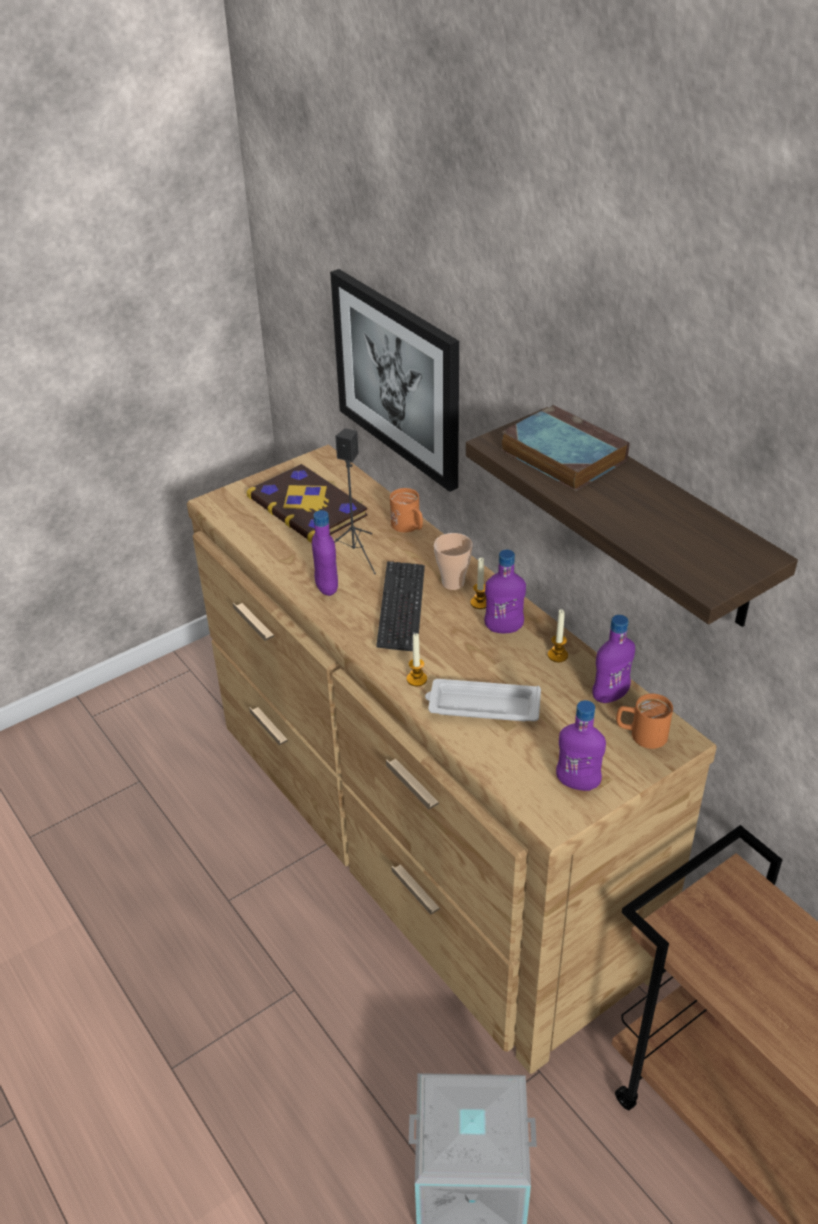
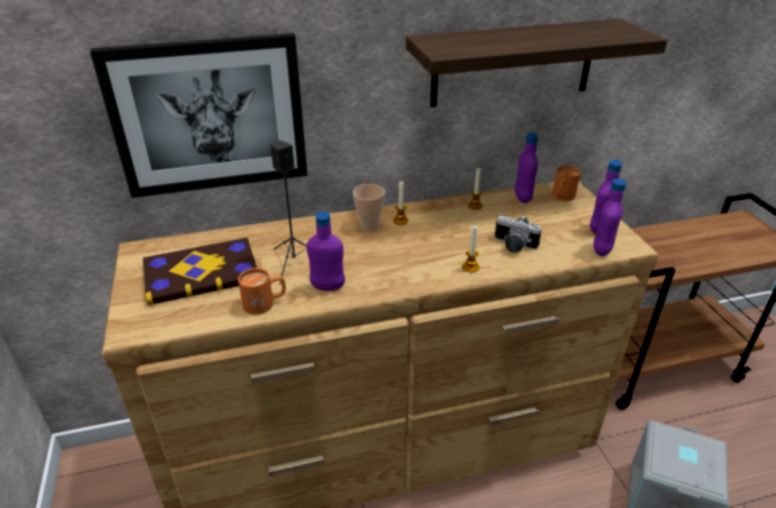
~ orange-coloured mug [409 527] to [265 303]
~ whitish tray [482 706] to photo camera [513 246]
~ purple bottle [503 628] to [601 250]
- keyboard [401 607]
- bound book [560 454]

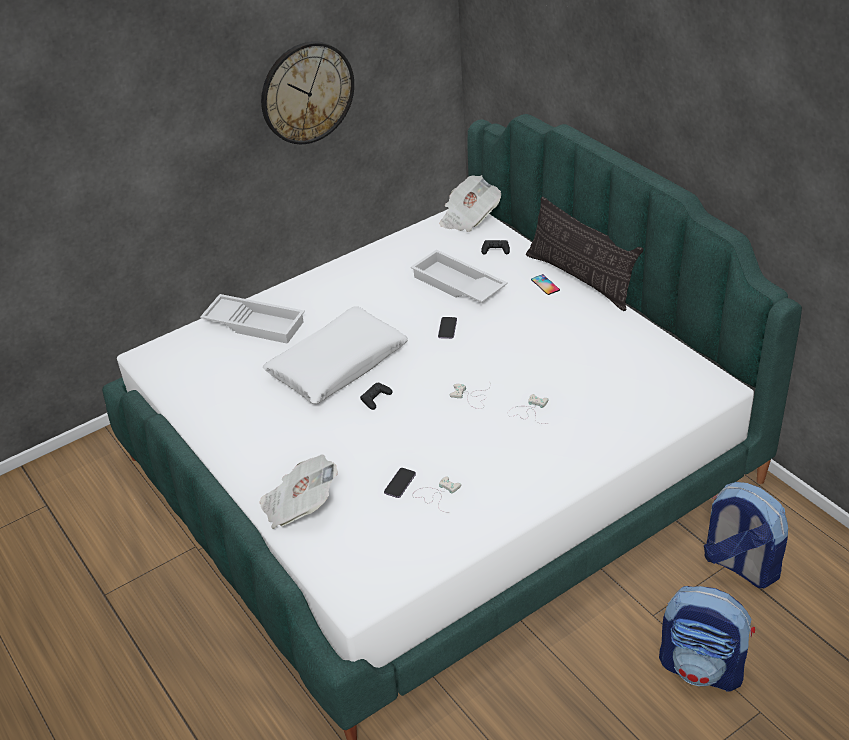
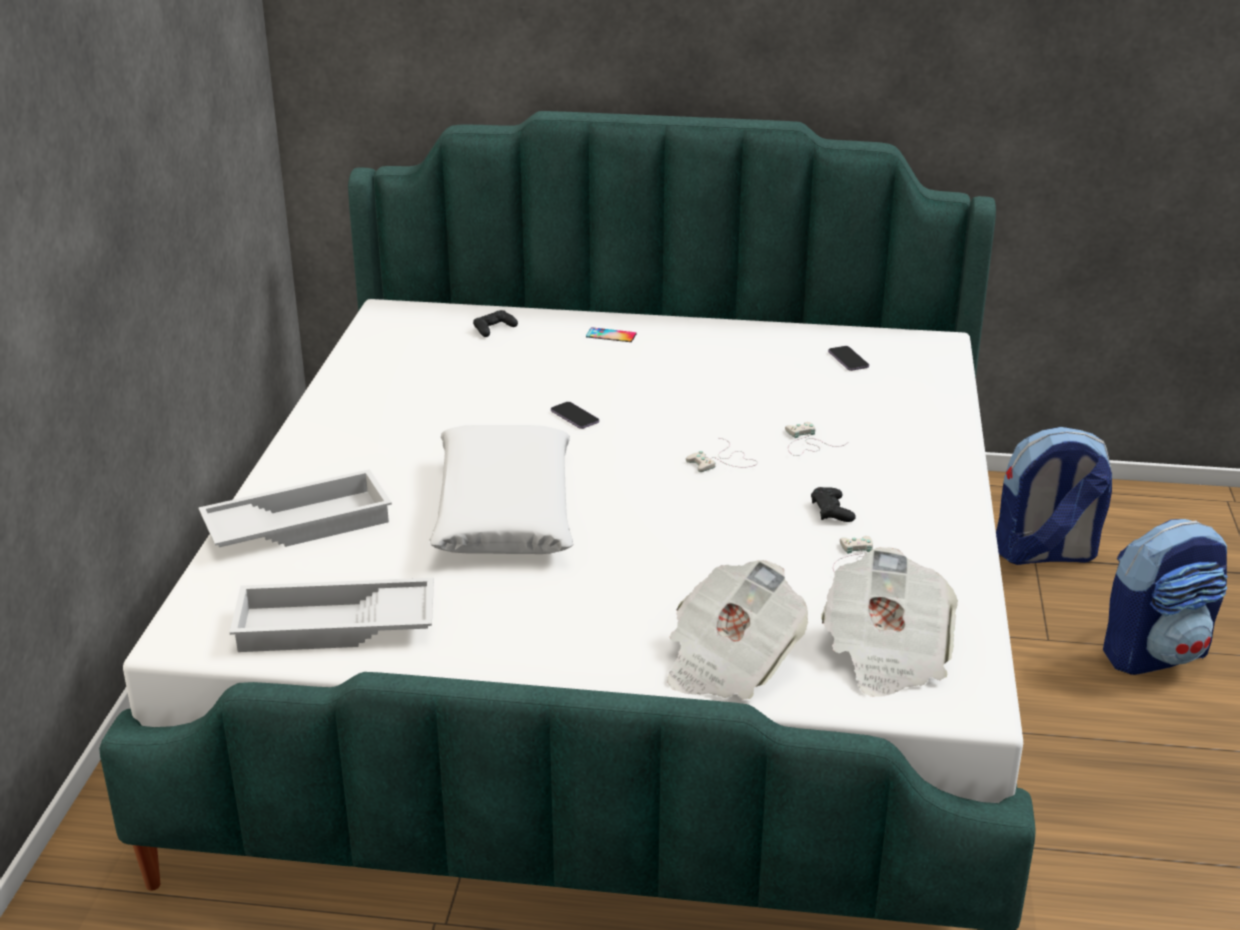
~ whitish tray [457 285] to [334 628]
~ black-coloured game controller [375 399] to [831 511]
~ newspaper [469 218] to [886 654]
~ handset [400 484] to [848 360]
- clock on the wall [307 92]
- cushion [580 278]

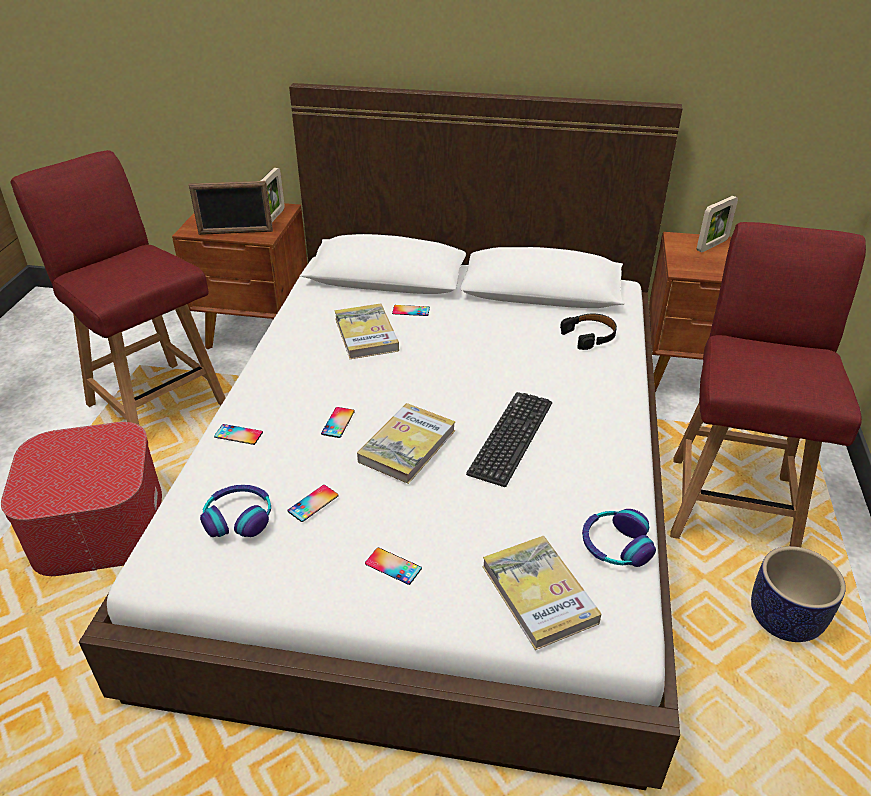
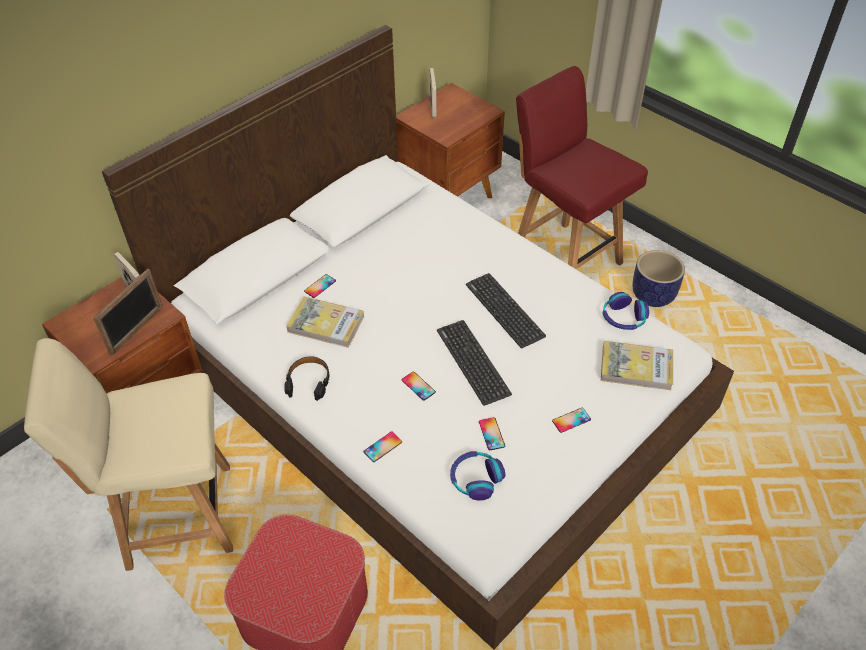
~ red plain chair [155 402] to beige plain chair [176 516]
~ black-coloured headset [590 336] to [309 381]
~ bound book [407 446] to keyboard [473 362]

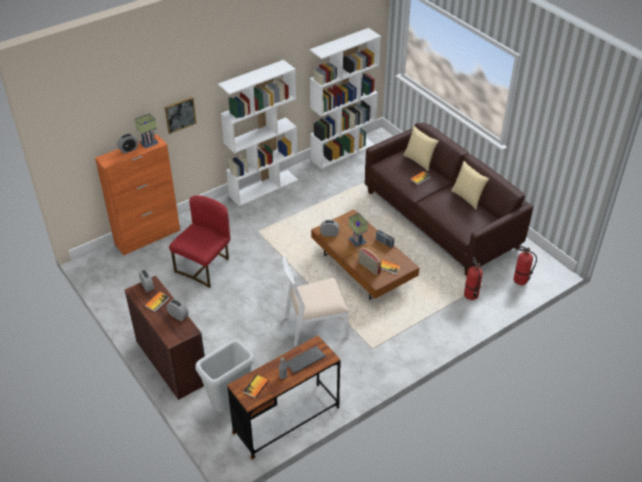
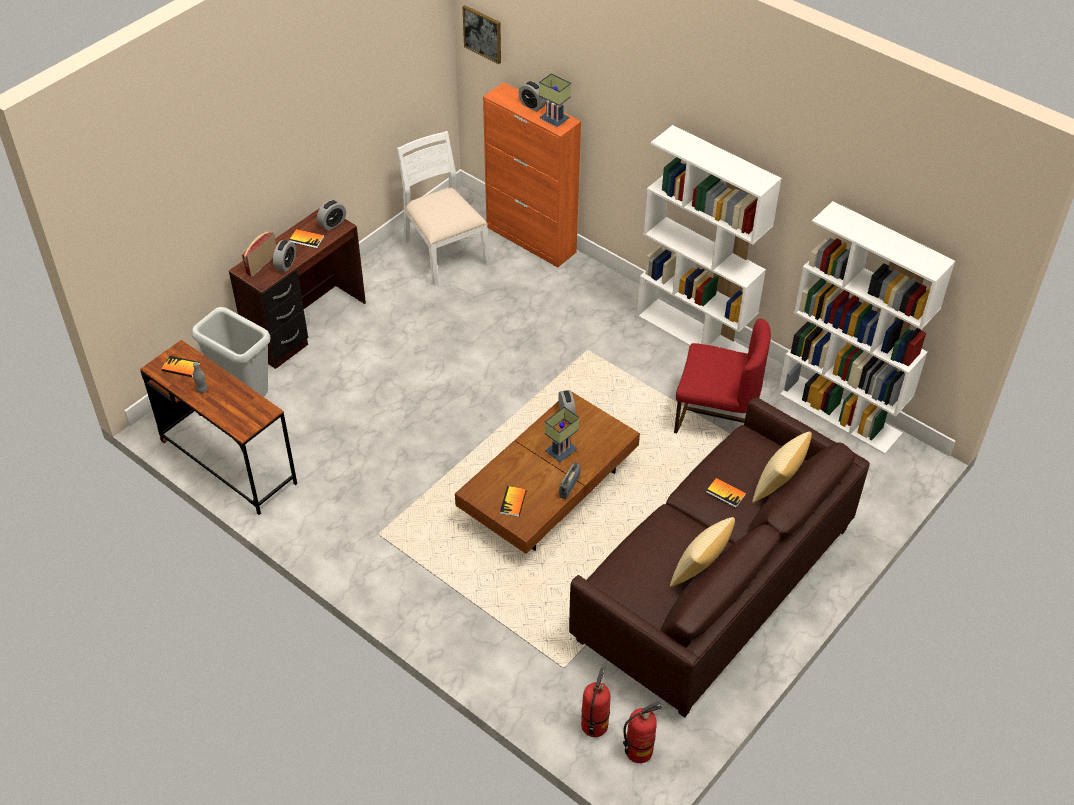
~ radio set [368 268] to [261 264]
~ whitish plain chair [315 325] to [444 252]
~ wall art [180 114] to [483 34]
~ fire-fighting cylinder [470 295] to [639 751]
~ red plain chair [205 266] to [715 416]
- keyboard [305 361]

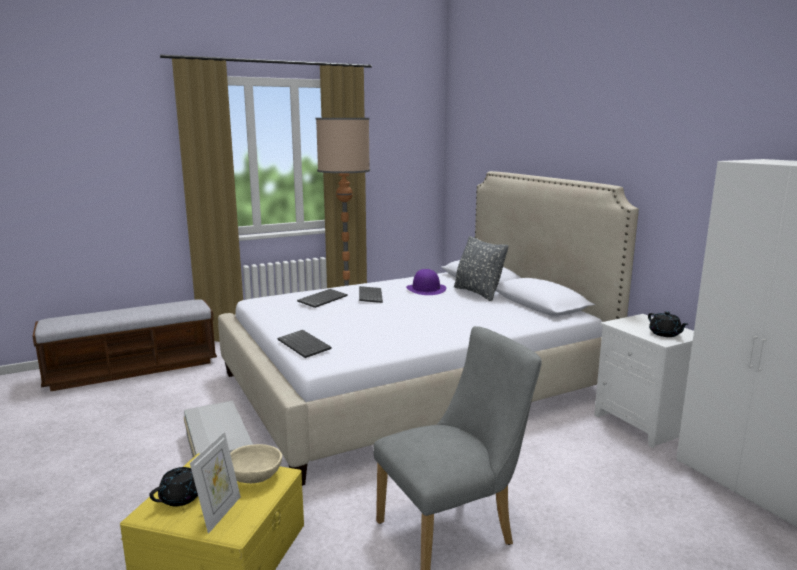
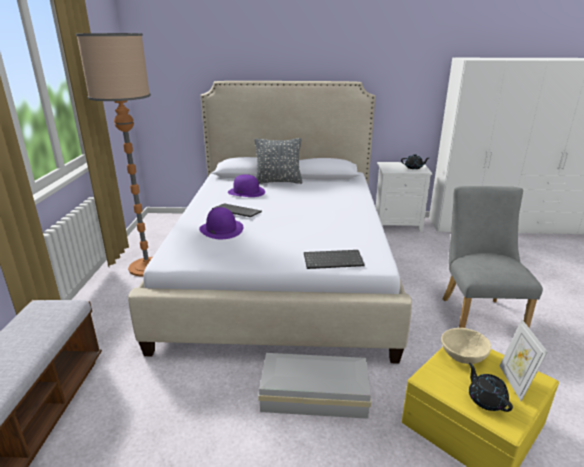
~ keyboard [322 299] to purple hat [221 229]
~ photo frame [219 513] = [514 382] 135 degrees counterclockwise

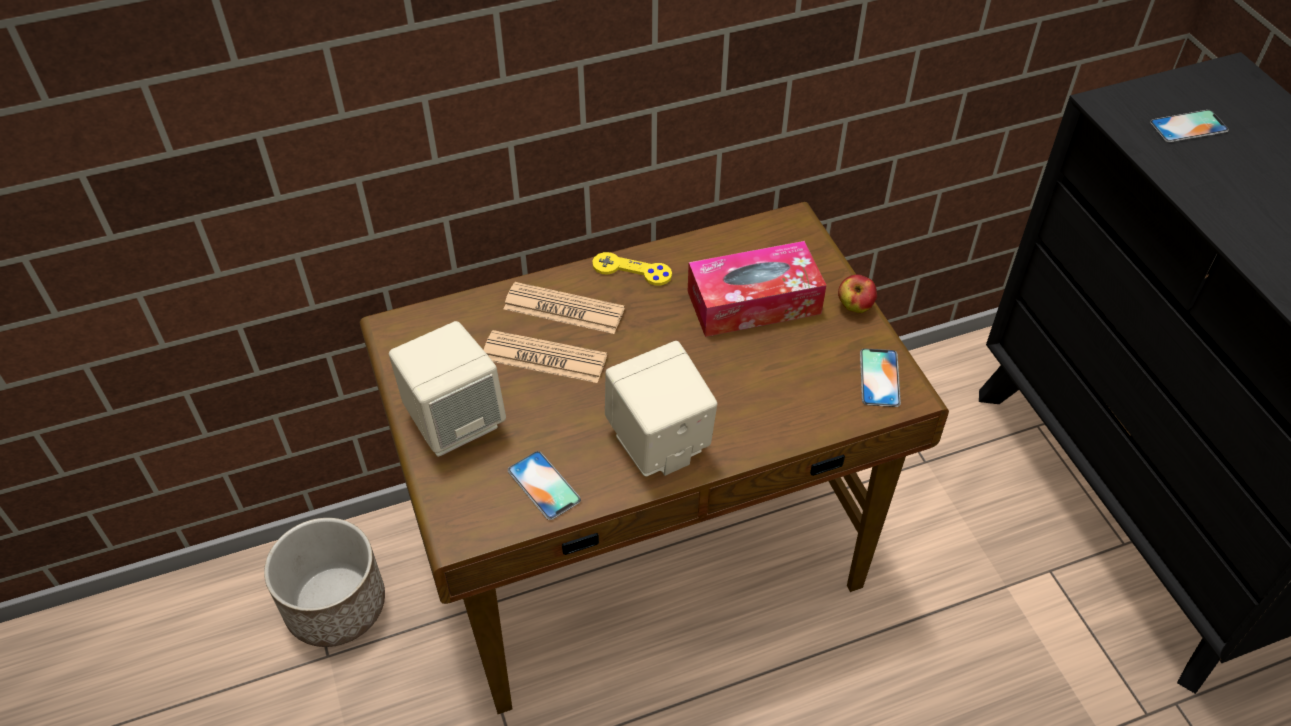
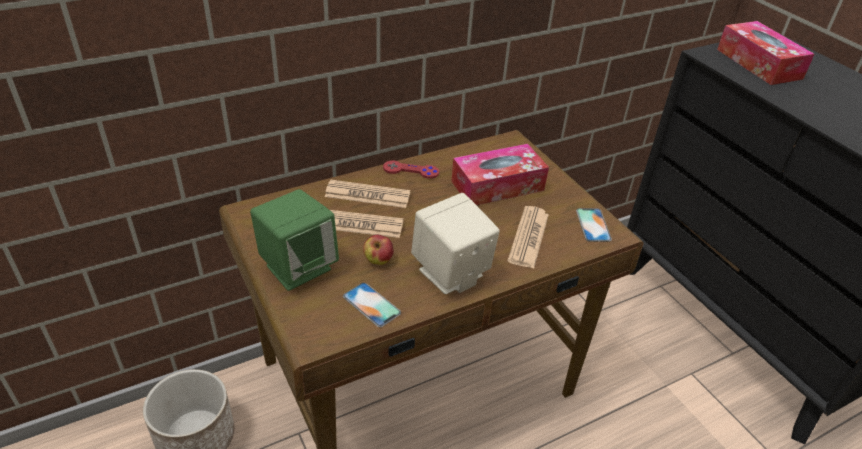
~ beige speaker [455 421] to green-coloured speaker [298 267]
~ apple [855 306] to [378 260]
~ yellow-coloured game controller [632 270] to red game controller [411 171]
+ newspaper [528 237]
~ handset [1188 126] to tissue box [758 64]

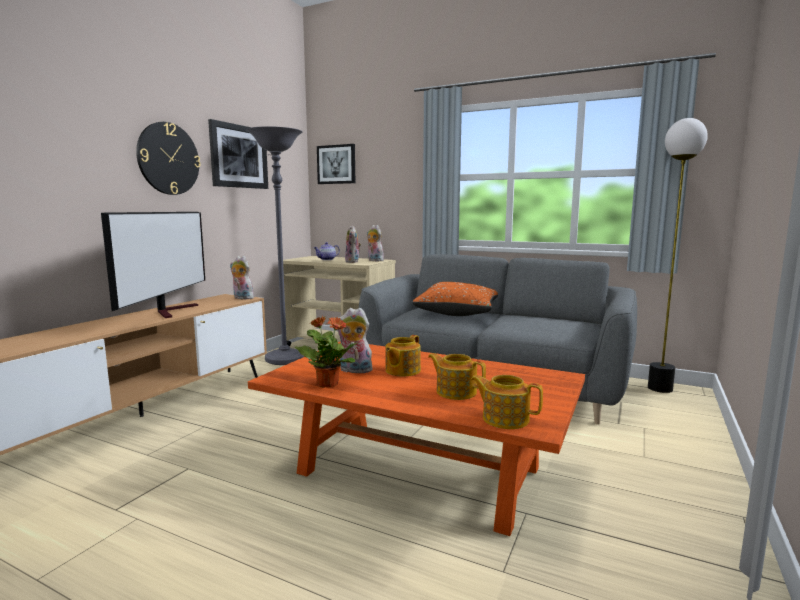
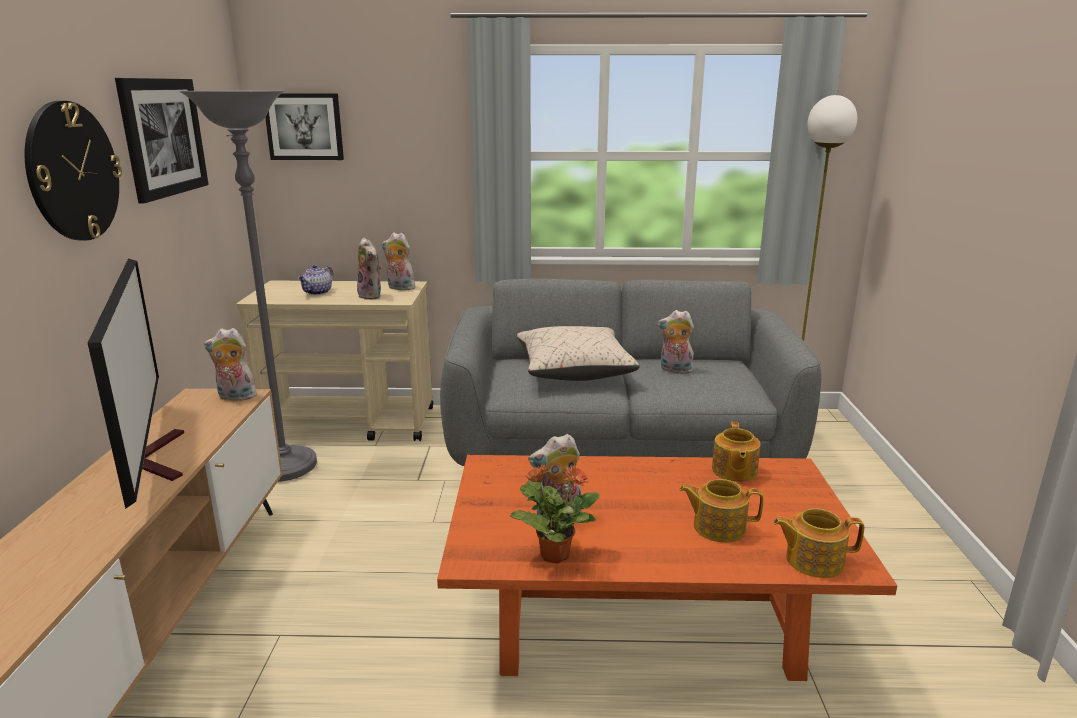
~ orange-coloured cushion [457 313] to beige cushion [574 370]
+ cuddly toy [674 370]
~ teapot [402 371] to [733 471]

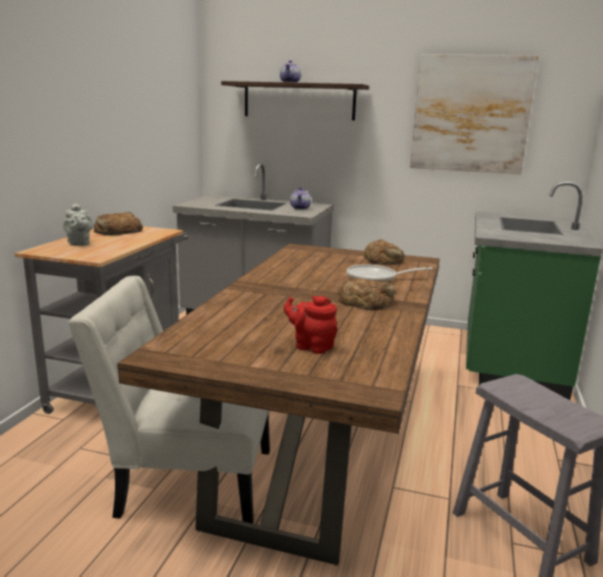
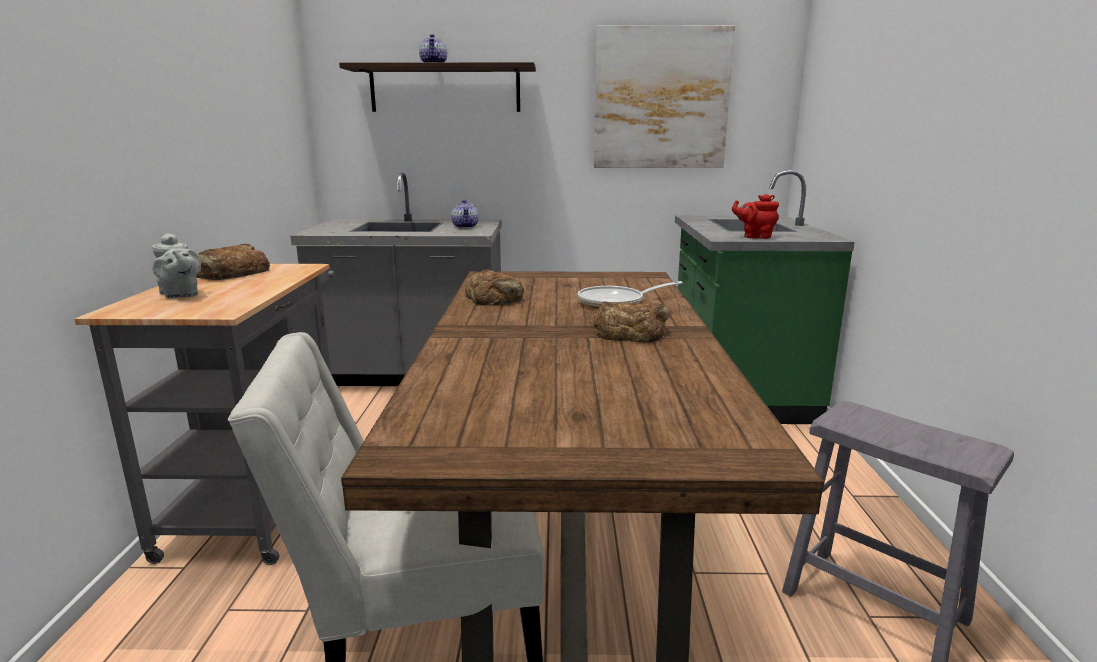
~ bread [384 259] to [495 297]
~ red teapot [311 346] to [755 236]

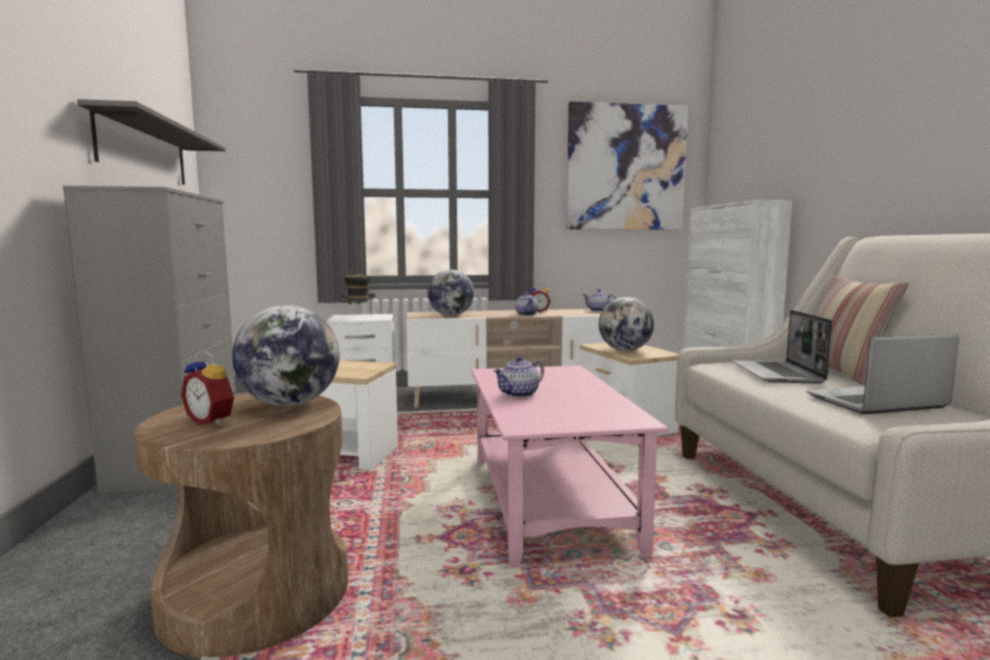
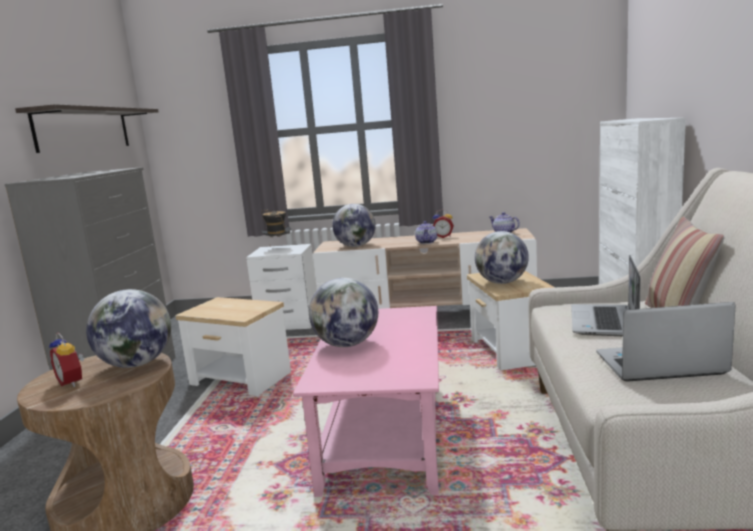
~ teapot [519 394] to desk globe [347 344]
- wall art [626 168]

